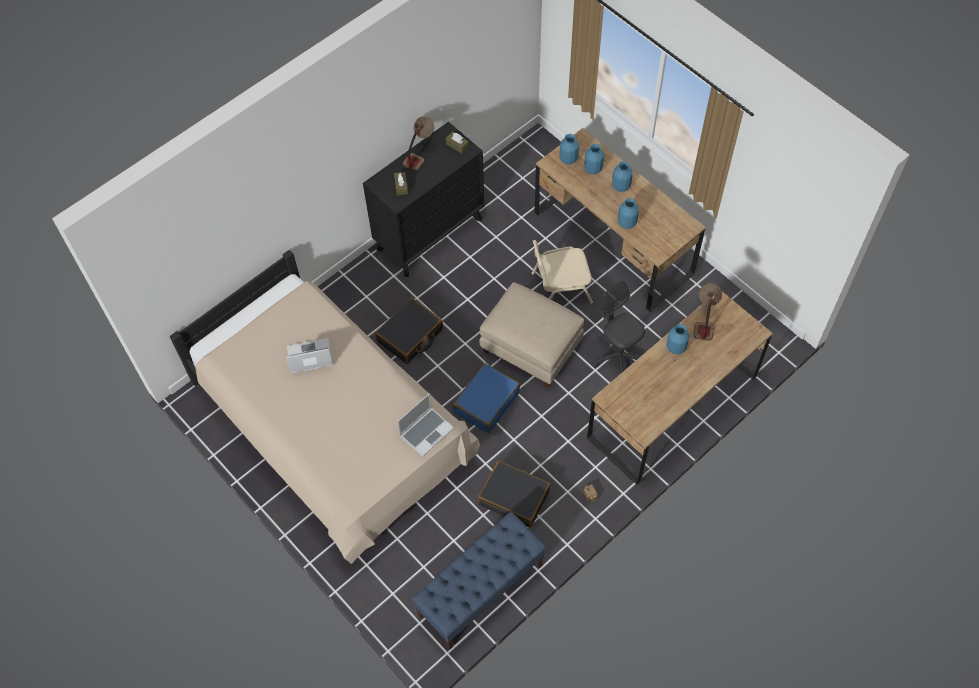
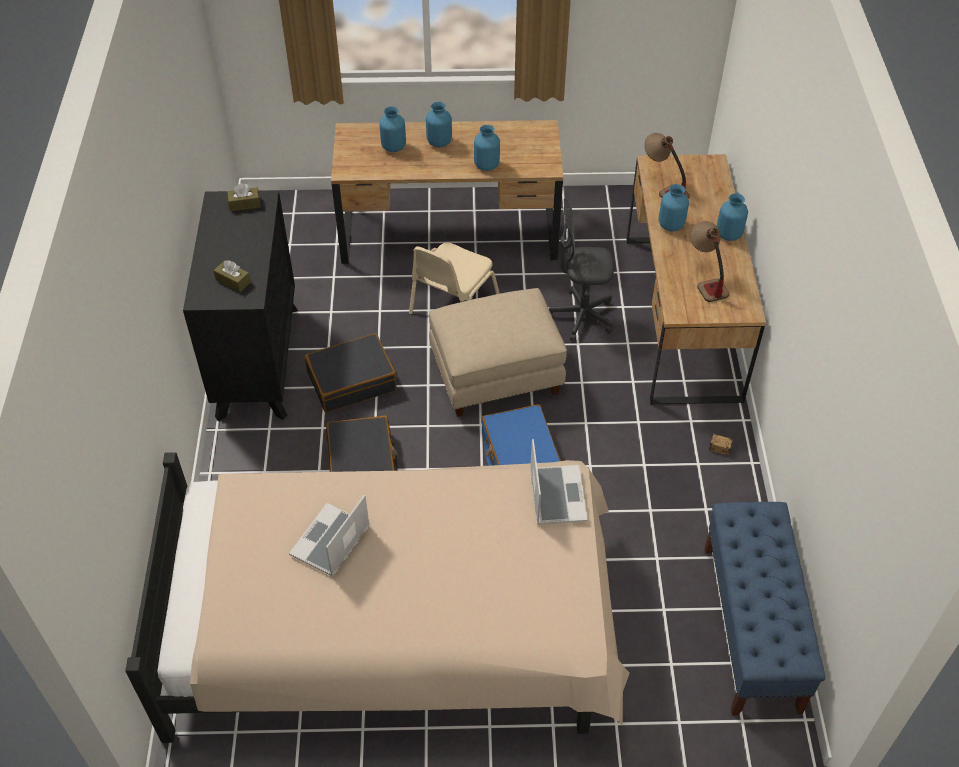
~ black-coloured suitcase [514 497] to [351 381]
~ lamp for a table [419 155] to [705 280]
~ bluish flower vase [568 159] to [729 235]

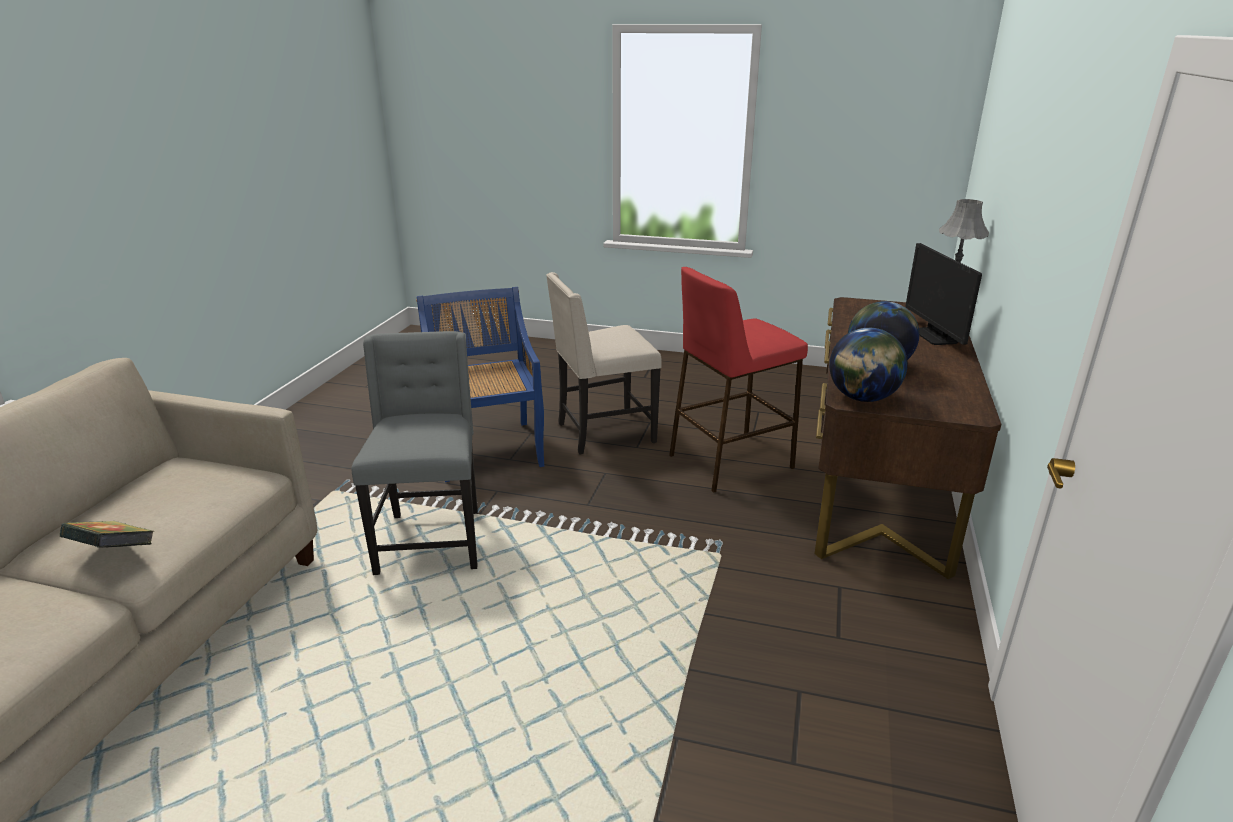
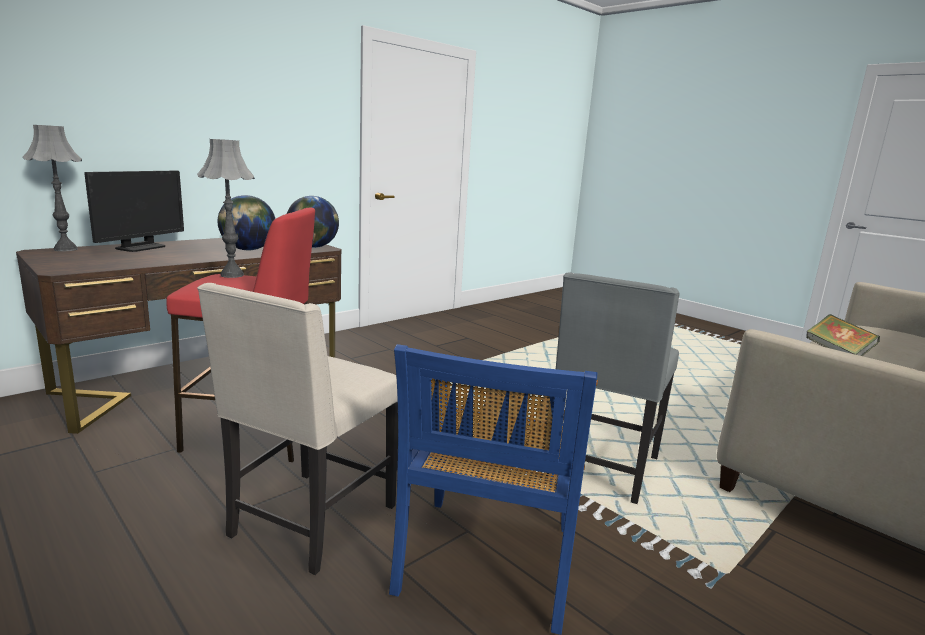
+ greyish lamp for a table [232 275]
~ beige plain chair [603 433] = [310 522] 105 degrees clockwise

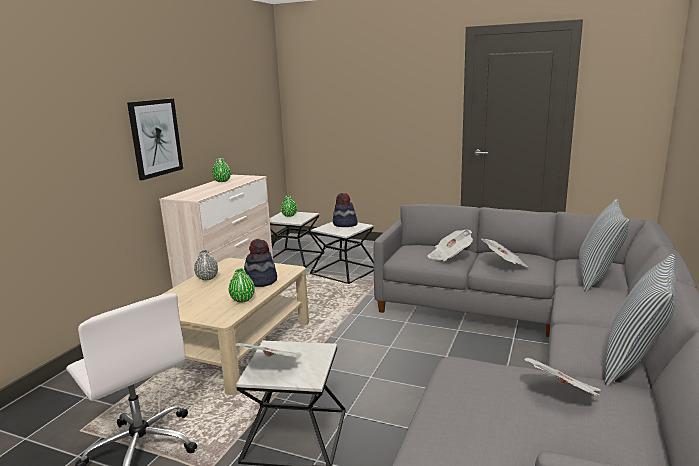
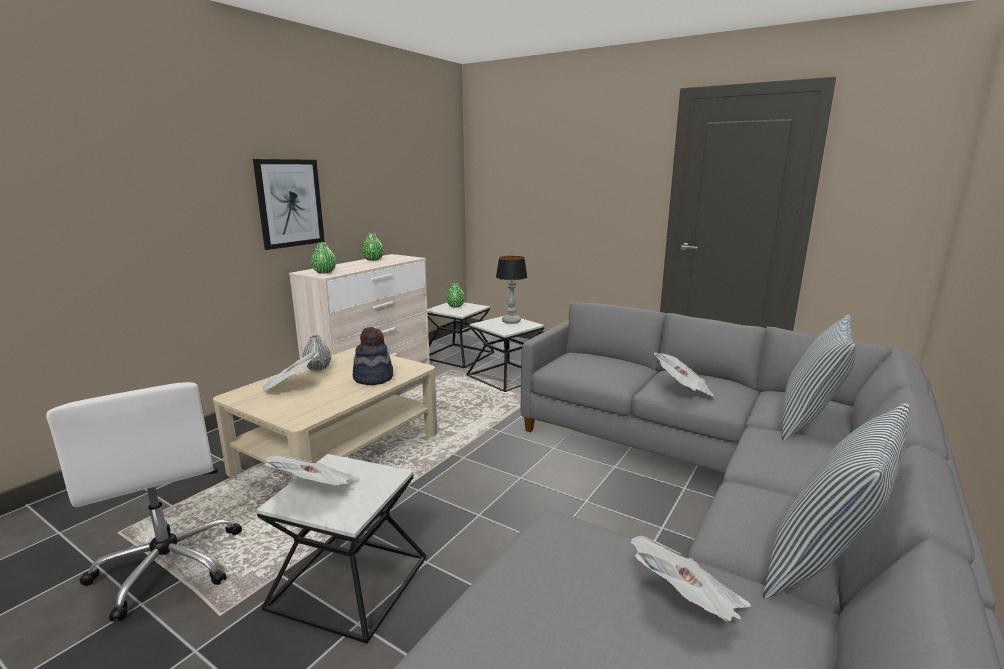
~ newspaper [449 256] to [289 386]
~ green-coloured flower vase [242 299] to [324 272]
~ hat [345 224] to lamp for a table [511 321]

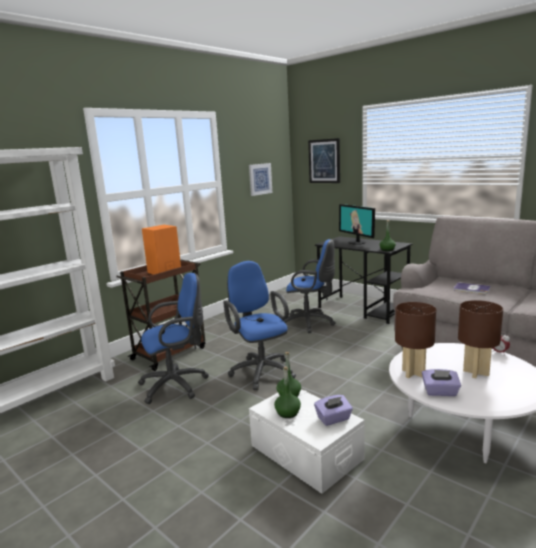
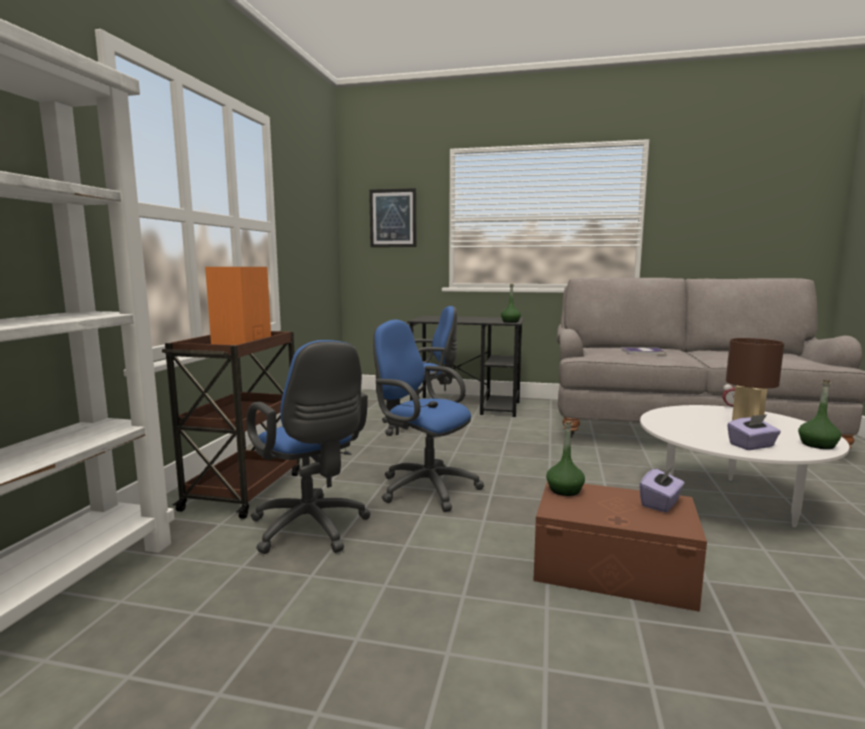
~ bluish office chair [177 385] = [312 530] 105 degrees clockwise
~ whitish storage bin [306 452] to brownish storage bin [612 568]
~ green-coloured bottle [288 412] to [817 445]
- wall art [260 179]
- computer screen [357 242]
- brownish lamp for a table [413 373]

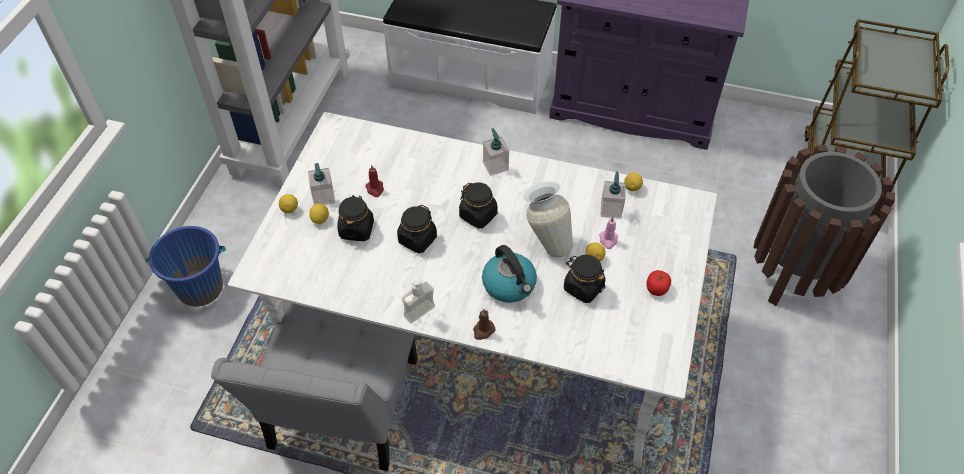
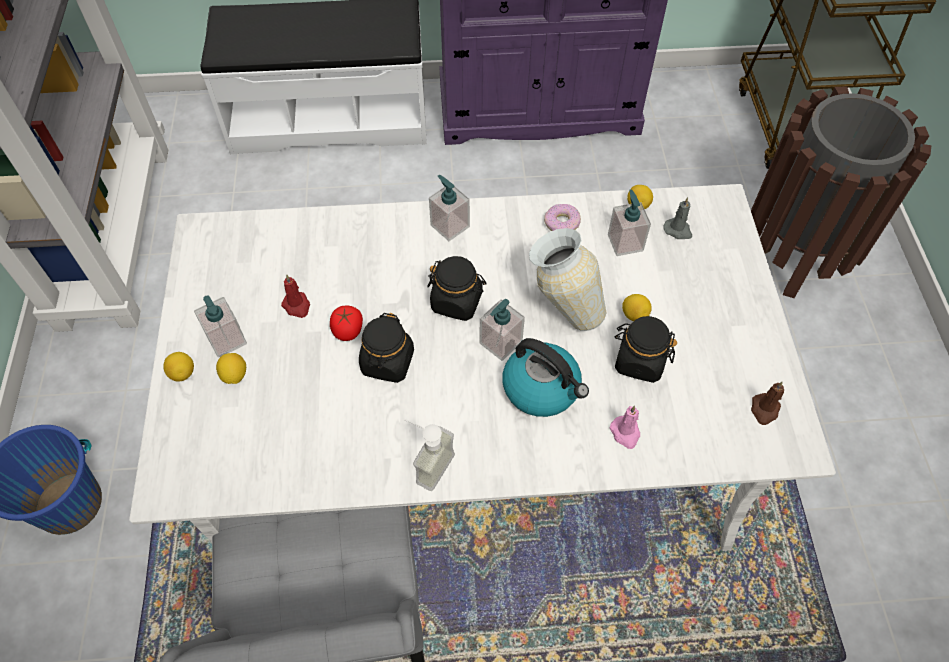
~ fresh tomato [656 289] to [348 331]
+ soap bottle [500 343]
+ ring doughnut [562 223]
~ pink-coloured wax candle [608 240] to [625 433]
+ greyish wax candle [678 230]
~ brownish wax candle [483 330] to [764 410]
- black-coloured jar [356 229]

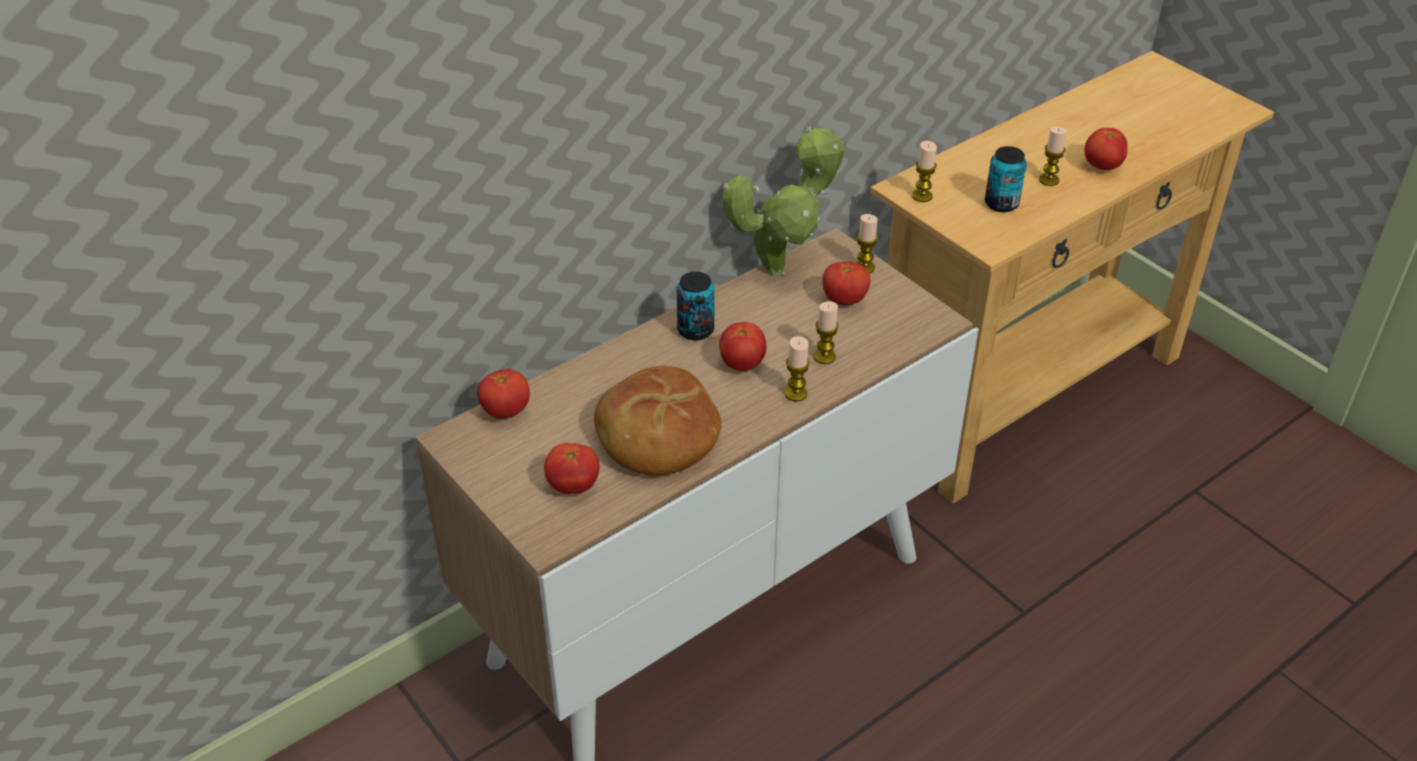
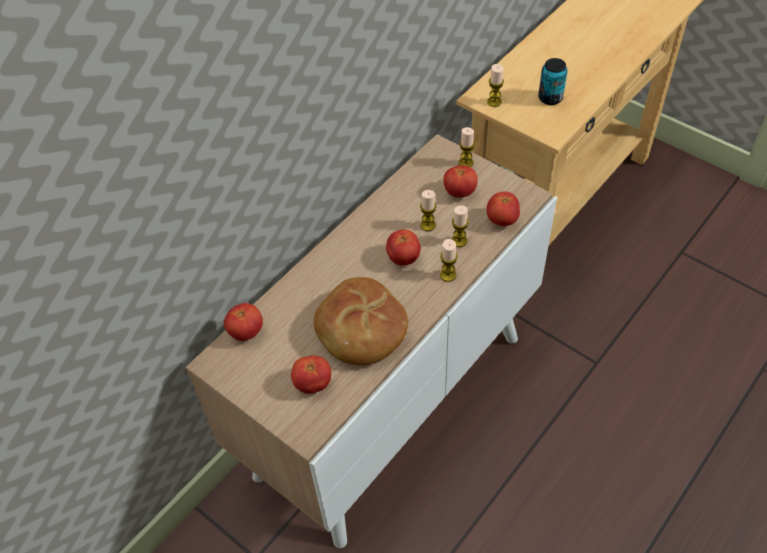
~ wax candle [1049 180] to [428 225]
~ fresh tomato [1102 166] to [502 220]
- can [695 330]
- potted plant [781 267]

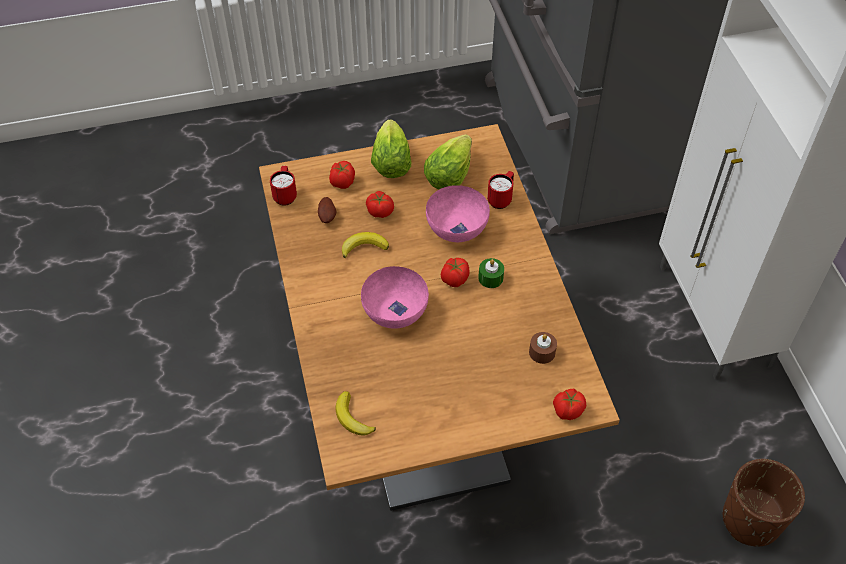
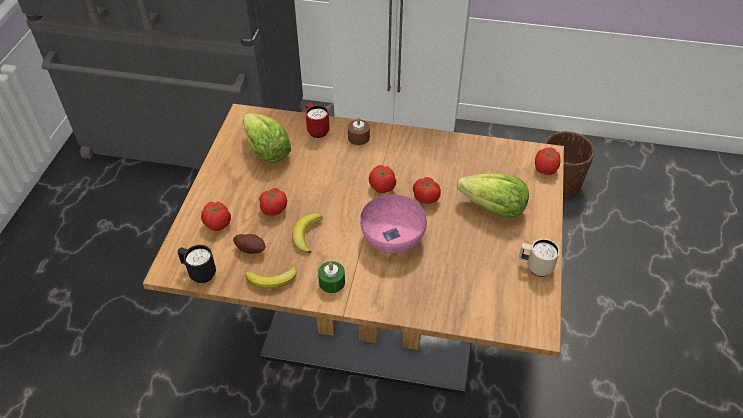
~ red mug [285 195] to black-coloured mug [199 273]
~ whole banana [352 418] to [272 280]
~ green-coloured wax candle [490 278] to [332 282]
~ brownish wax candle [542 352] to [358 137]
+ fresh tomato [426 198]
~ lettuce head [391 163] to [493 208]
+ beige mug [535 267]
- pink-coloured deep dish [457 227]

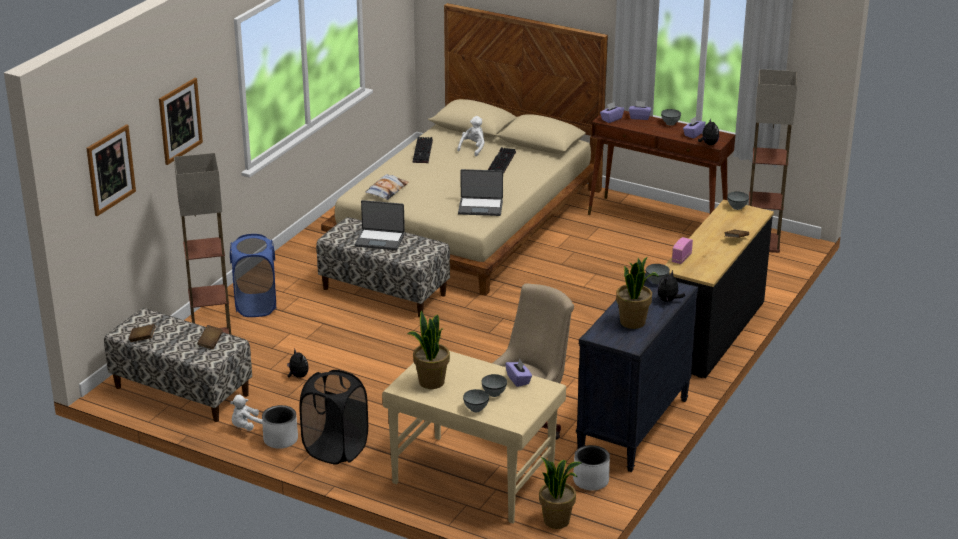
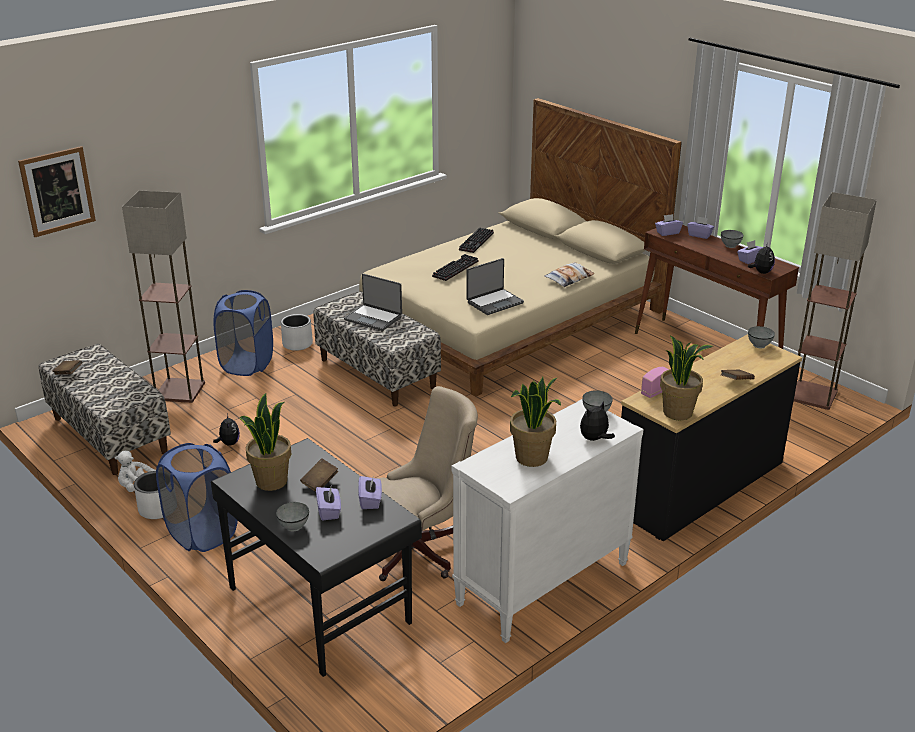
~ black-coloured hamper [335 449] to bluish hamper [202 533]
~ beige desk unit [473 477] to black-coloured desk unit [320 603]
~ whitish plant pot [590 481] to [297 344]
~ brownish bound book [210 342] to [320 482]
~ greyish deep dish [493 393] to purple tissue box [329 511]
~ keyboard [500 162] to [455 268]
~ black-coloured dresser [633 427] to whitish dresser [542 584]
~ portable computer [480 207] = [494 302] 60 degrees counterclockwise
~ cushion [386 190] to [569 278]
~ potted plant [557 520] to [678 412]
- wall art [180 120]
- whitish cuddly toy [473 148]

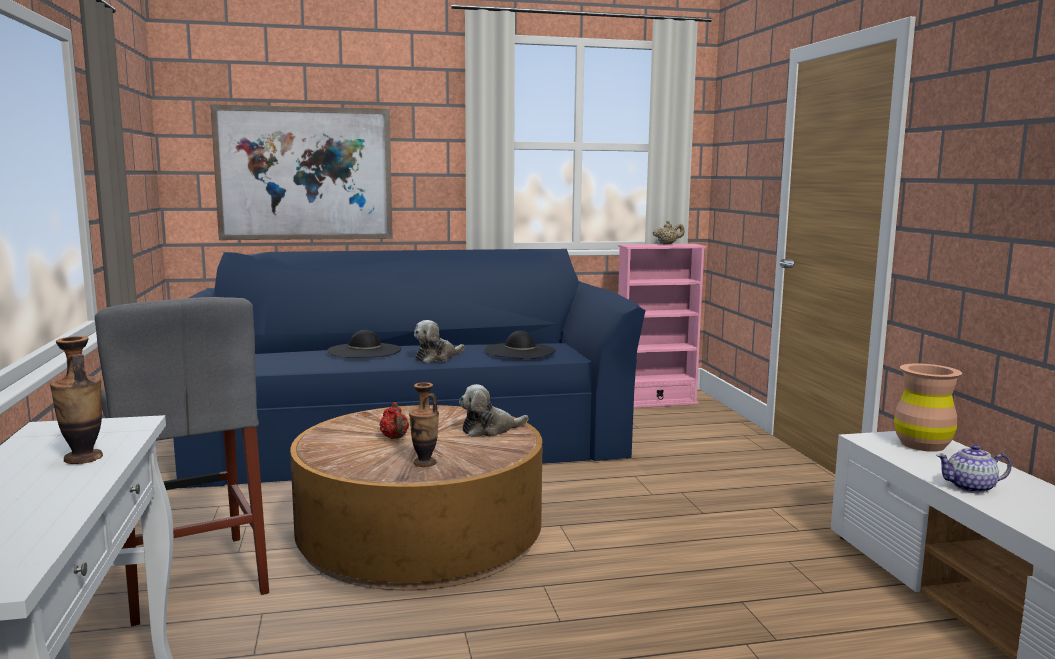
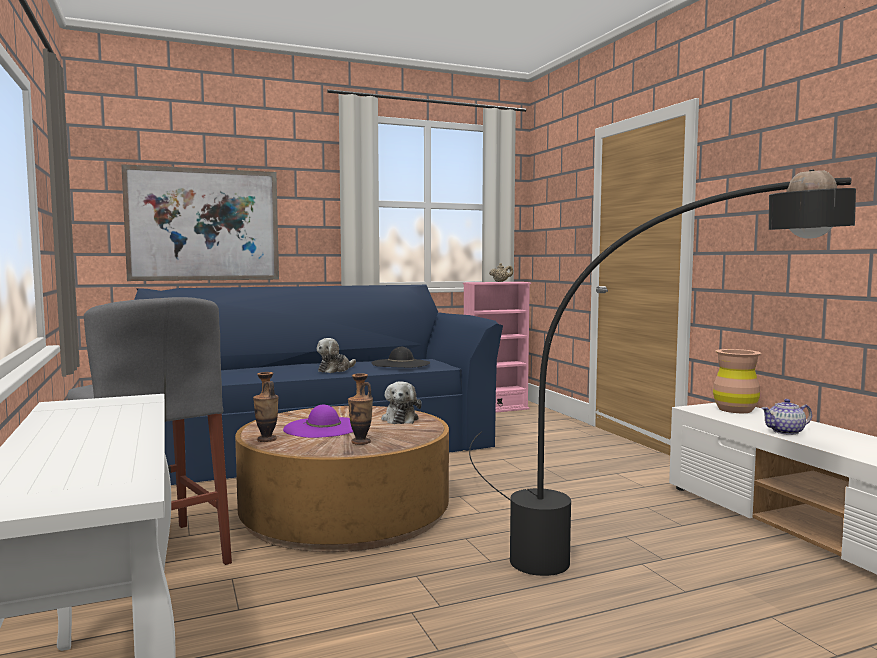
~ flower vase [83 458] to [267 439]
~ red teapot [395 438] to purple hat [324 427]
~ cuddly toy [489 430] = [400 419] 60 degrees counterclockwise
+ black-coloured standard lamp [616 559]
- black-coloured hat [364 350]

